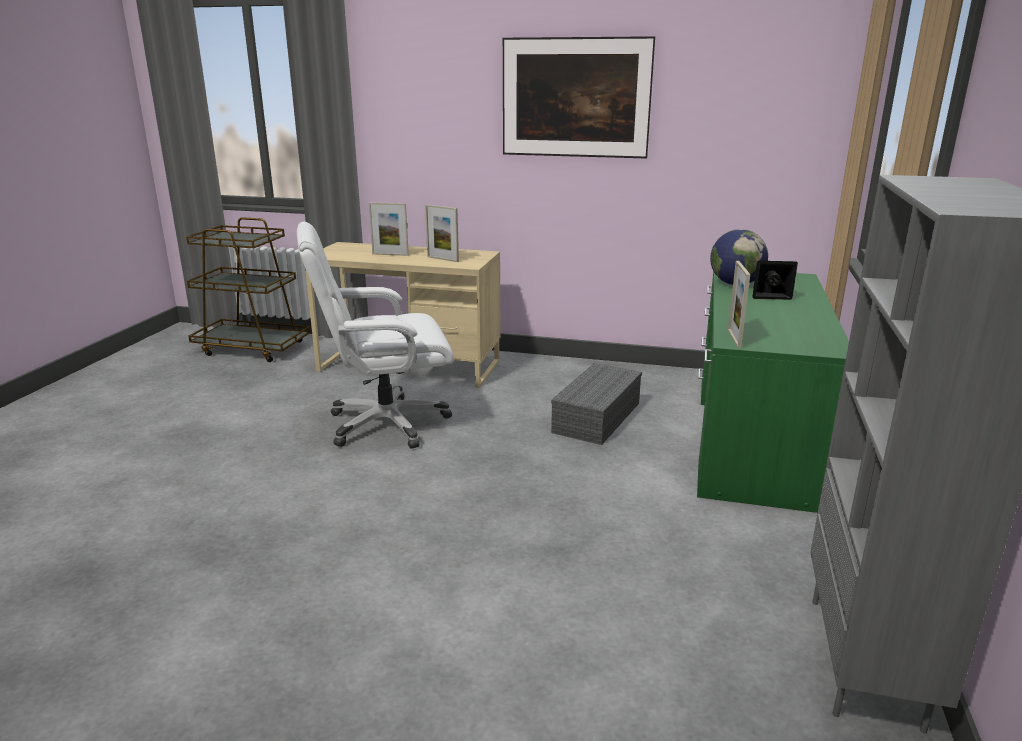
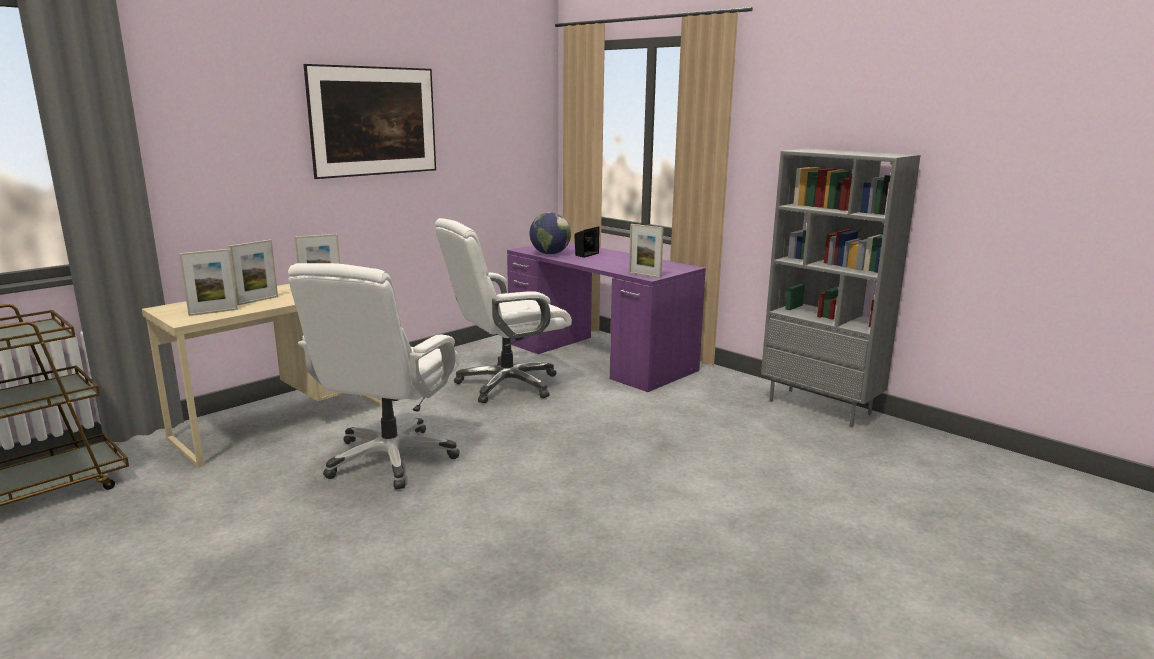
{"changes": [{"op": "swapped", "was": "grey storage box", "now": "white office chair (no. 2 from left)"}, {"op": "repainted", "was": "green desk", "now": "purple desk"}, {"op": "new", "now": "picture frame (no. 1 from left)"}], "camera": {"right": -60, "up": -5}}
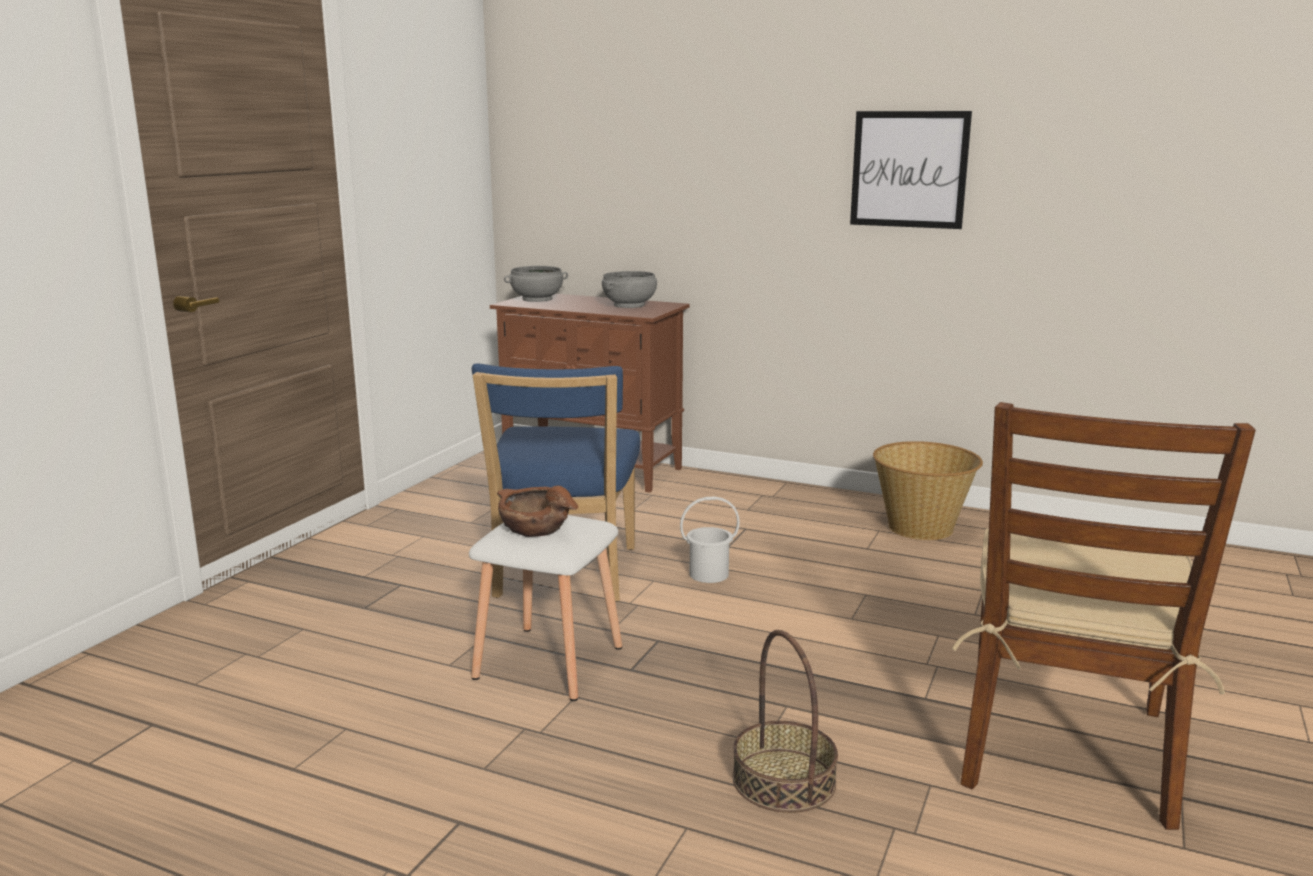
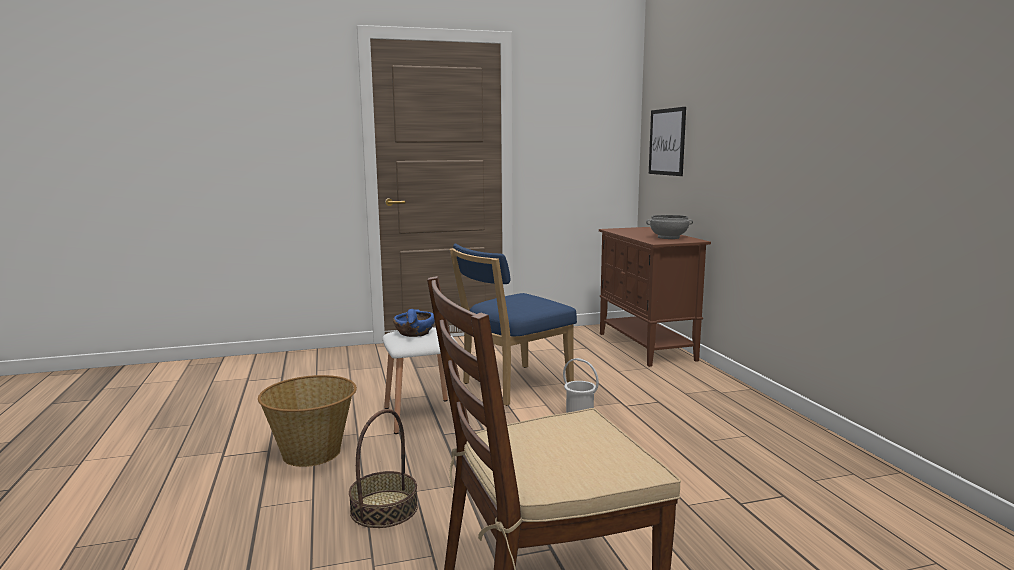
{"changes": [{"op": "repainted", "was": "brown bowl", "now": "blue bowl"}, {"op": "gone", "was": "grey bowl (no. 1 from left)"}, {"op": "shifted", "was": "picture"}, {"op": "shifted", "was": "basket (no. 2 from left in the first image)", "now": "basket (no. 1 from left)"}], "camera": {"right": 50, "up": -5}}
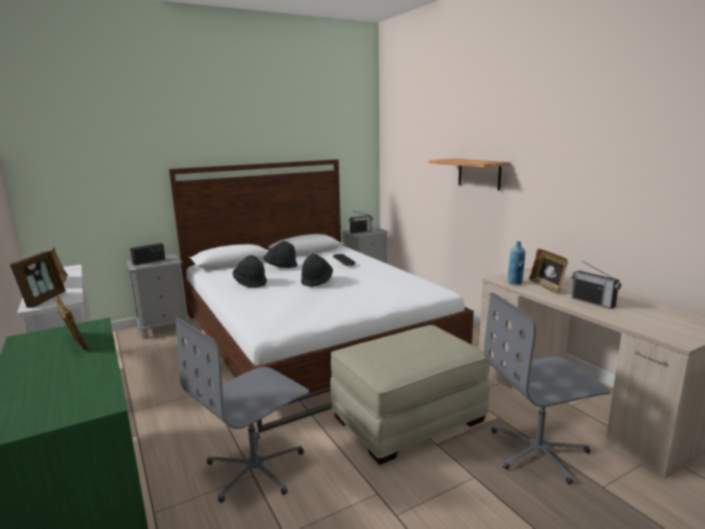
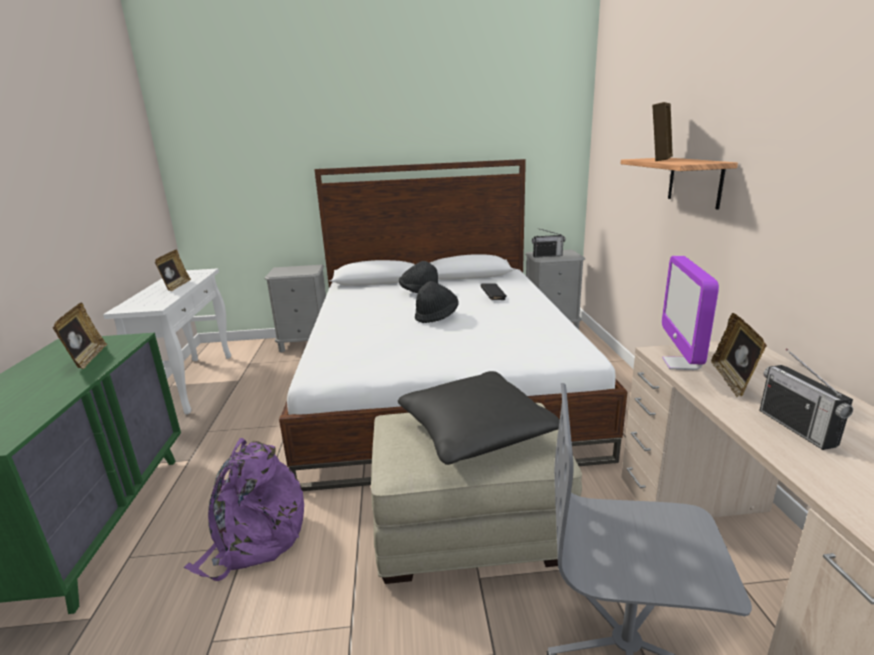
{"changes": [{"op": "shifted", "was": "picture frame (no. 1 from left in the first image)", "now": "picture frame (no. 3 from left)"}, {"op": "gone", "was": "radio (no. 1 from left)"}, {"op": "swapped", "was": "grey office chair (no. 1 from left)", "now": "purple backpack"}, {"op": "gone", "was": "black hat (no. 1 from left)"}, {"op": "swapped", "was": "blue bottle", "now": "monitor"}, {"op": "new", "now": "black pillow"}], "camera": {"right": 25, "up": 5}}
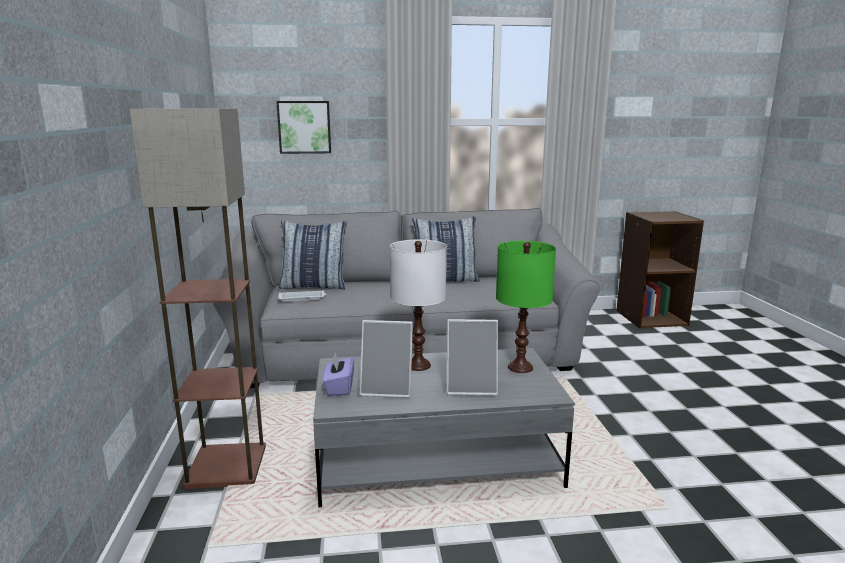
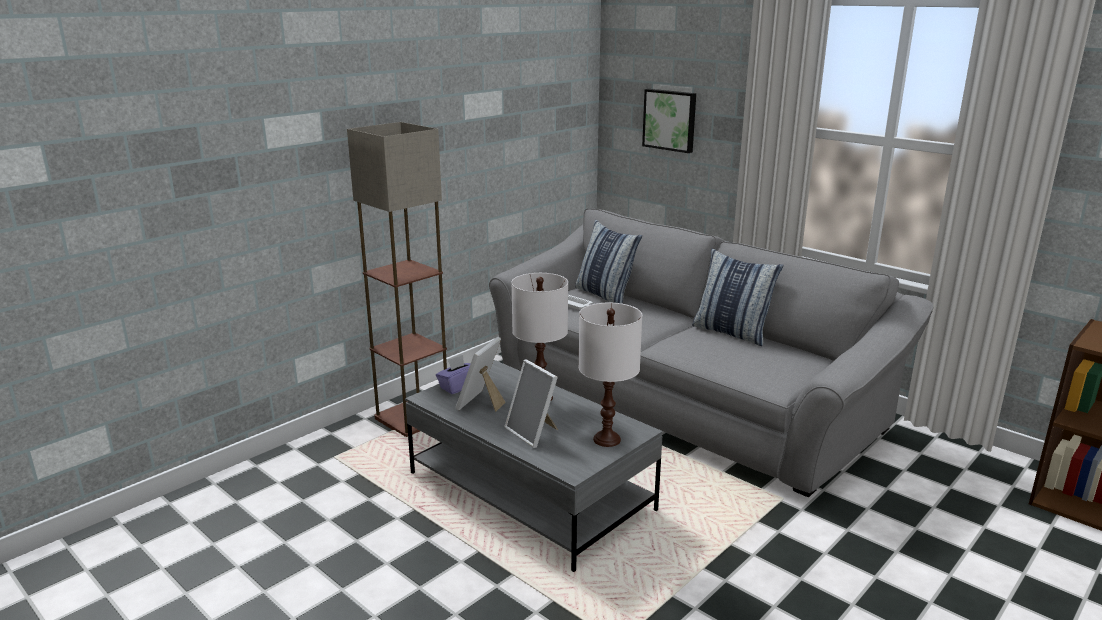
{"changes": [{"op": "rotated", "was": "picture frame (no. 1 from left)", "clockwise": 60}, {"op": "repainted", "was": "green table lamp", "now": "white table lamp (no. 2 from left)"}], "camera": {"right": 50, "up": 5}}
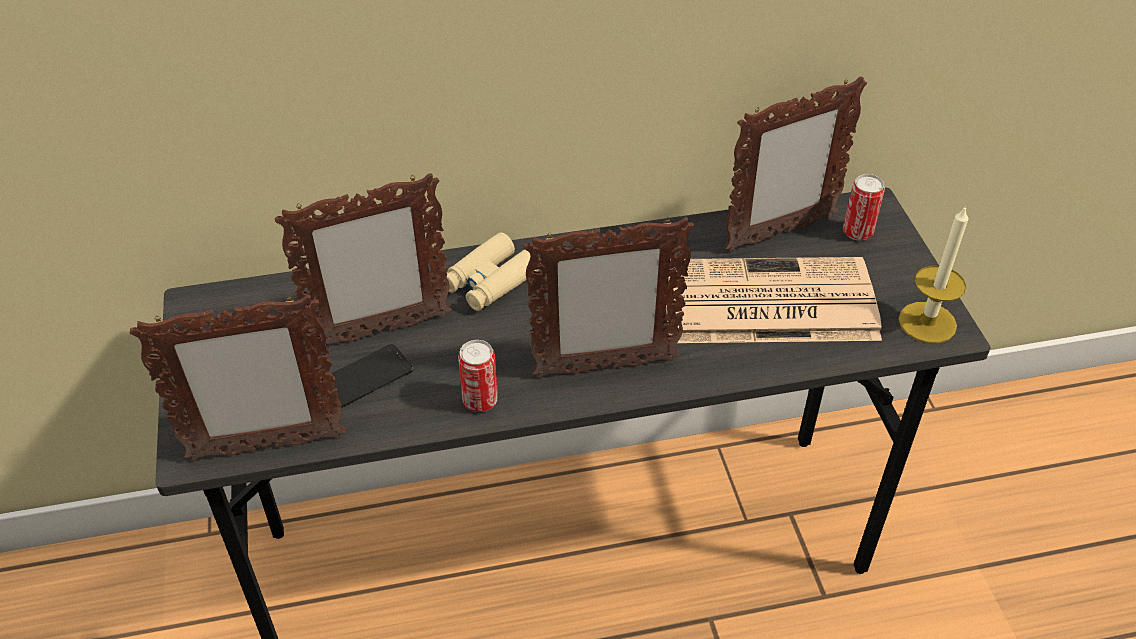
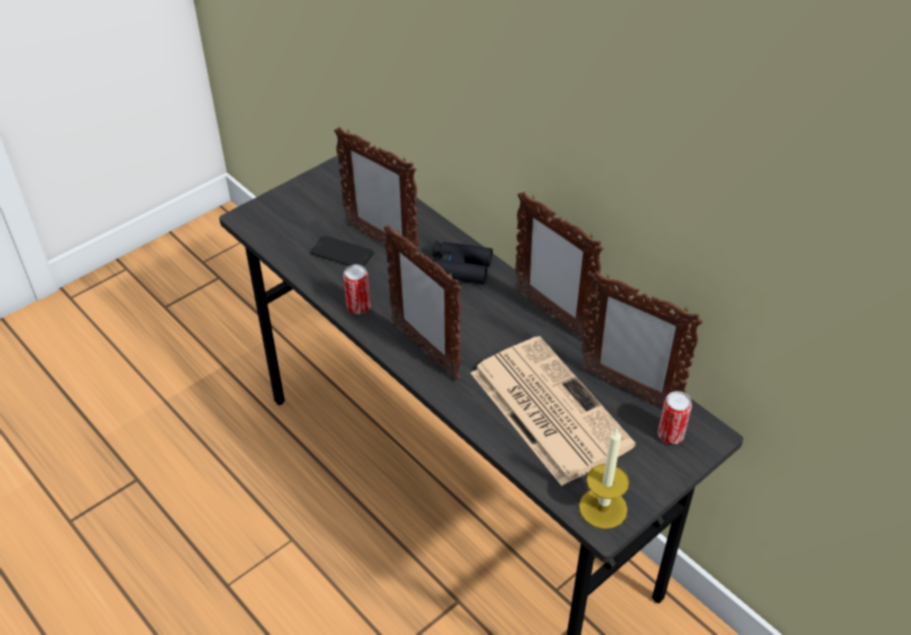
{"changes": [{"op": "shifted", "was": "picture frame (no. 1 from left in the first image)", "now": "picture frame (no. 3 from left)"}, {"op": "repainted", "was": "beige binoculars", "now": "black binoculars"}], "camera": {"right": 60, "up": 0}}
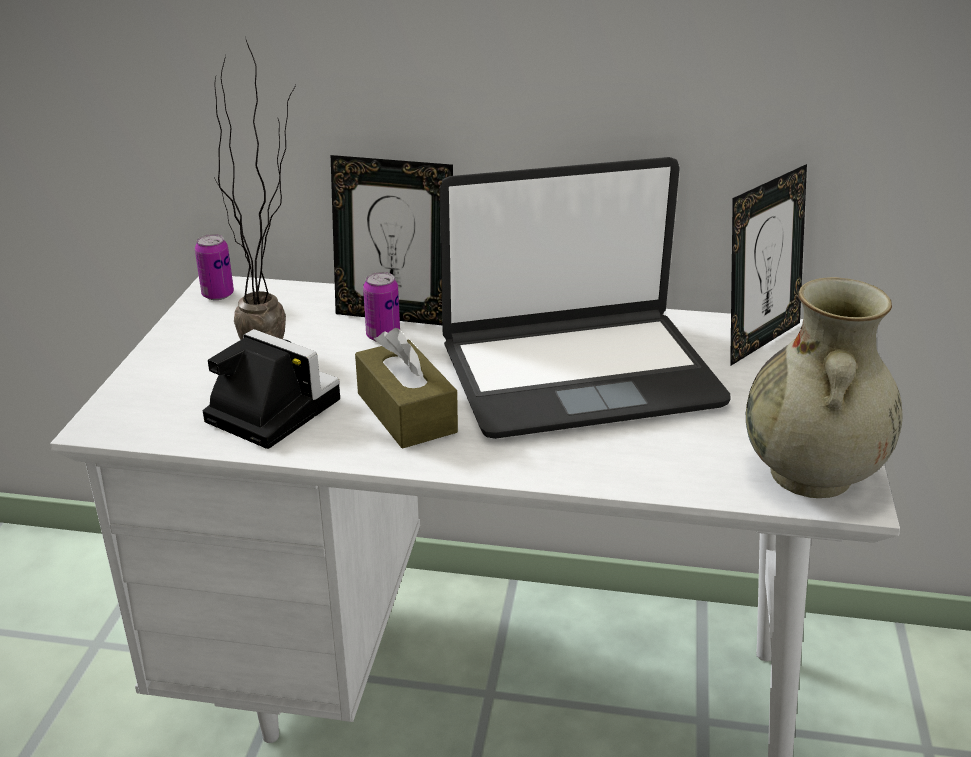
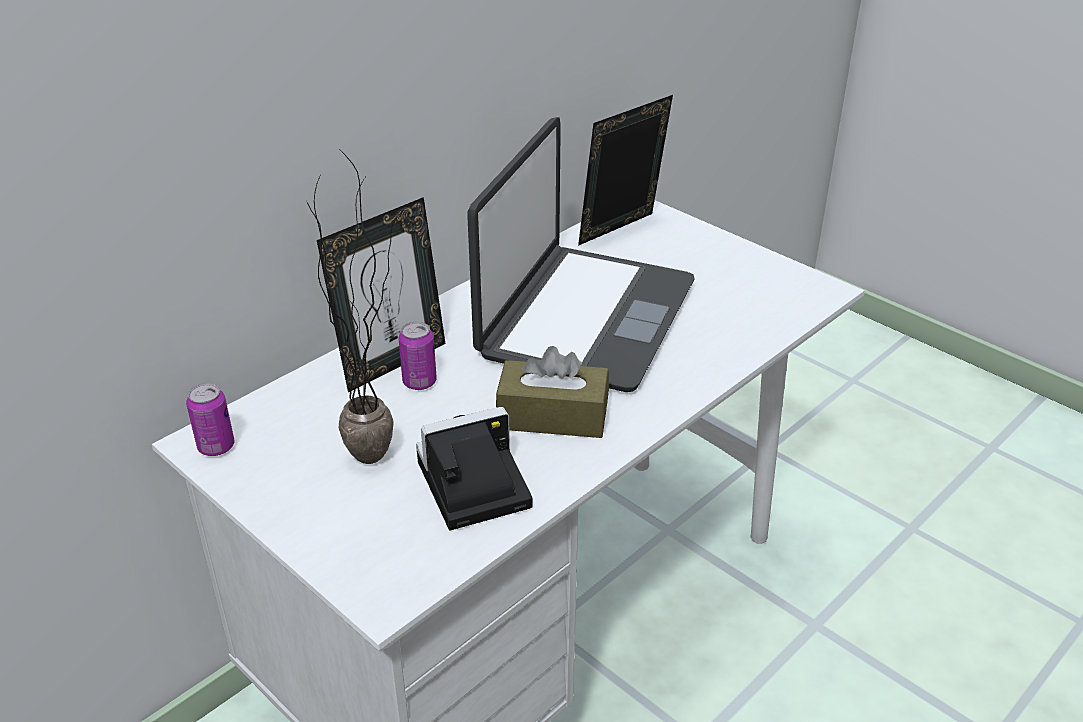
{"changes": [{"op": "rotated", "was": "picture frame (no. 2 from left)", "clockwise": -120}, {"op": "gone", "was": "beige vase"}], "camera": {"right": -55, "up": 5}}
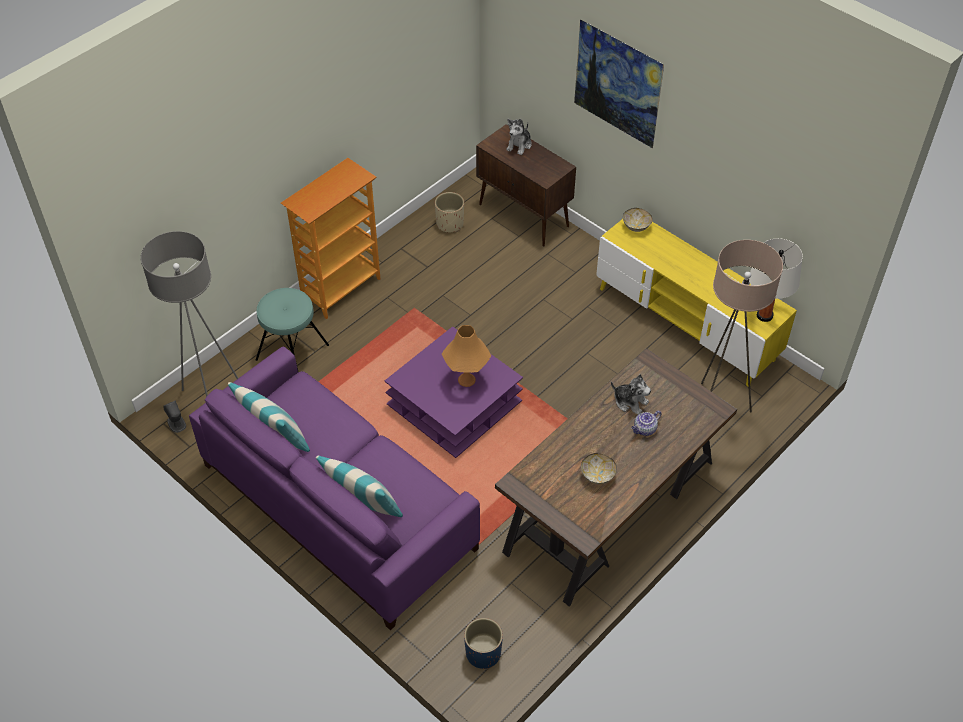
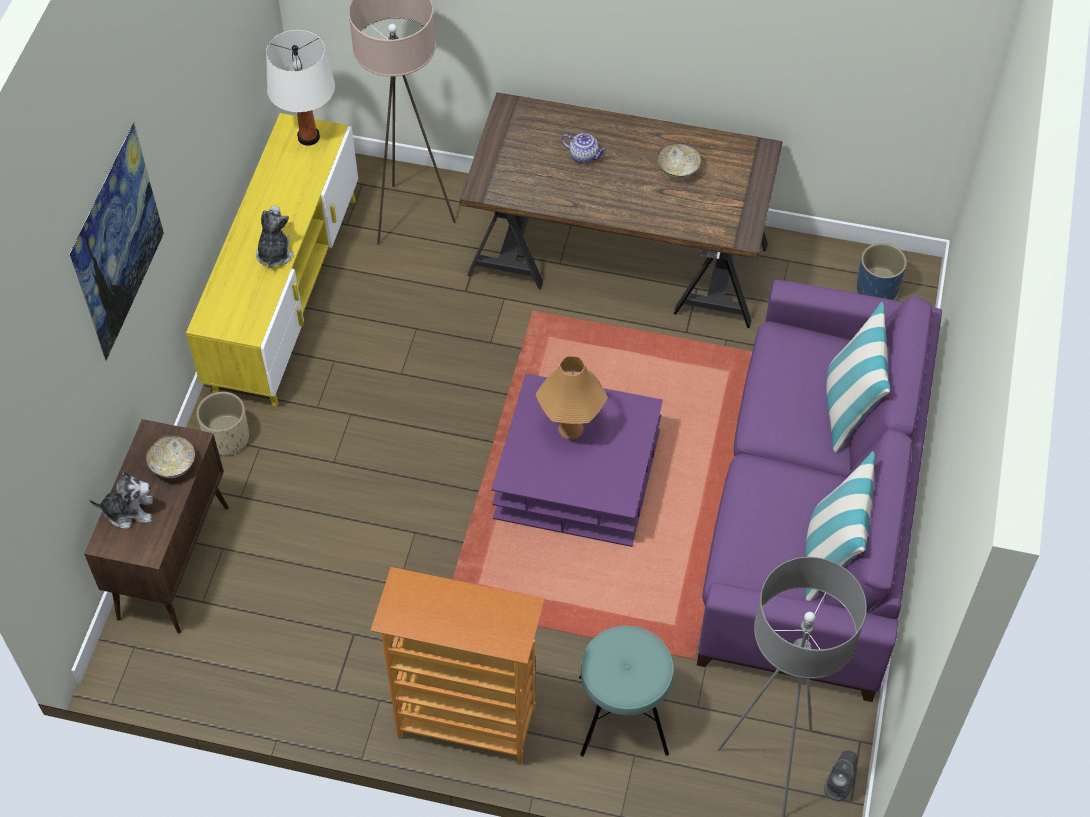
{"changes": [{"op": "shifted", "was": "beige planter"}, {"op": "shifted", "was": "plush toy (no. 2 from left)"}, {"op": "shifted", "was": "bowl (no. 2 from left in the first image)", "now": "bowl (no. 1 from left)"}], "camera": {"right": -120, "up": 5}}
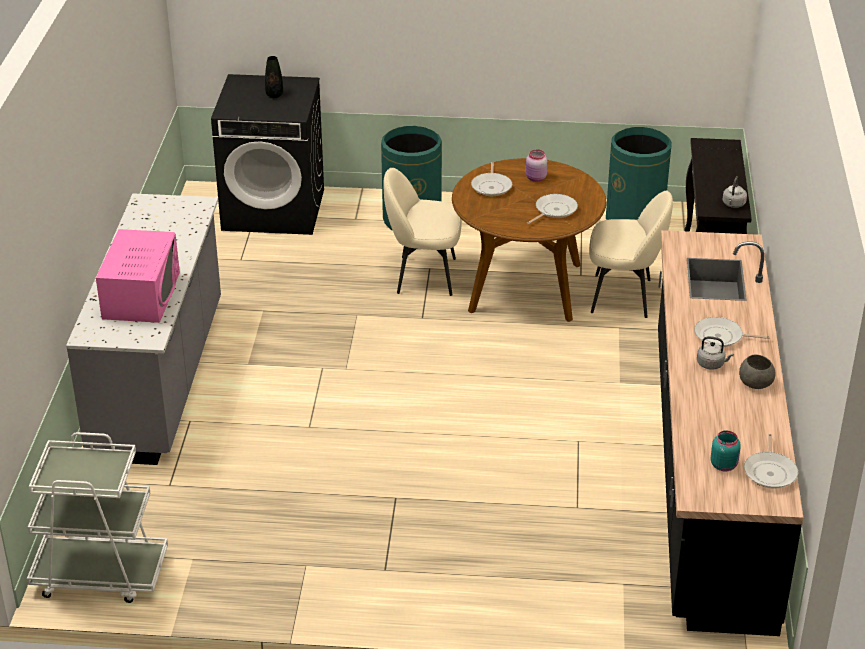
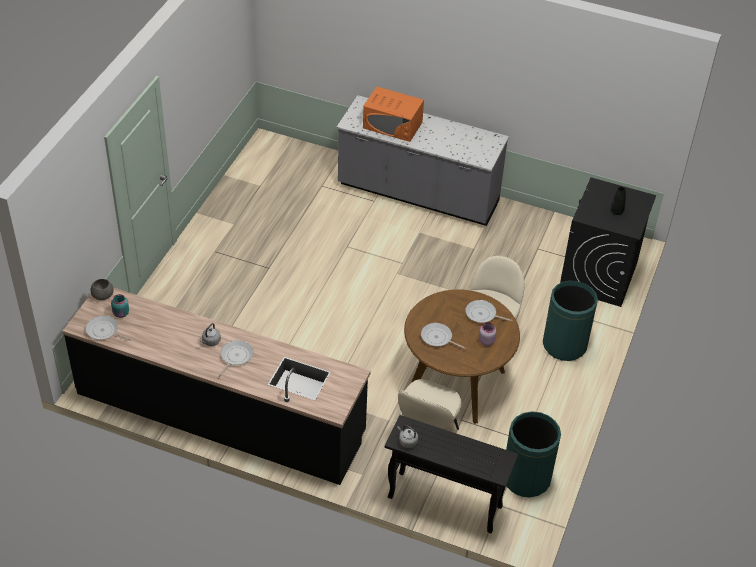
{"changes": [{"op": "gone", "was": "white cart"}, {"op": "repainted", "was": "pink microwave", "now": "orange microwave"}, {"op": "rotated", "was": "frying pan (no. 2 from left in the first image)", "clockwise": 150}, {"op": "shifted", "was": "grey bowl"}], "camera": {"right": 105, "up": 10}}
